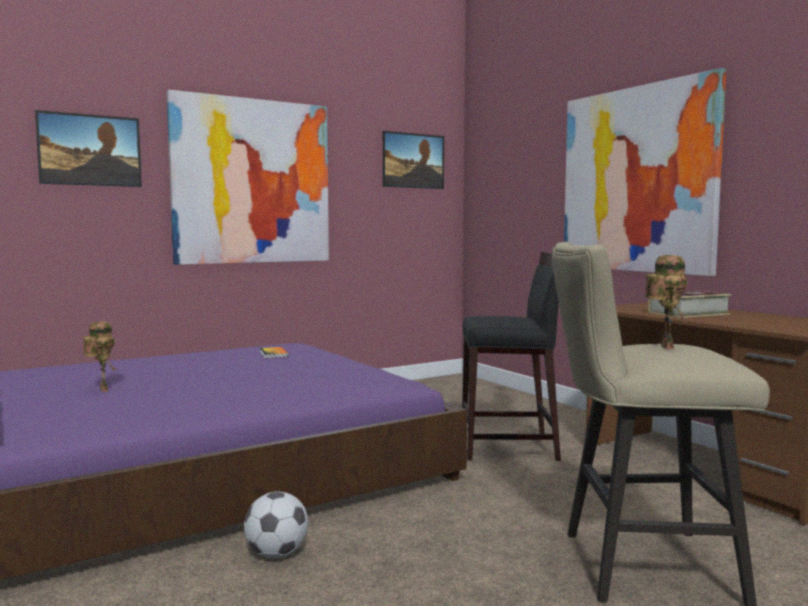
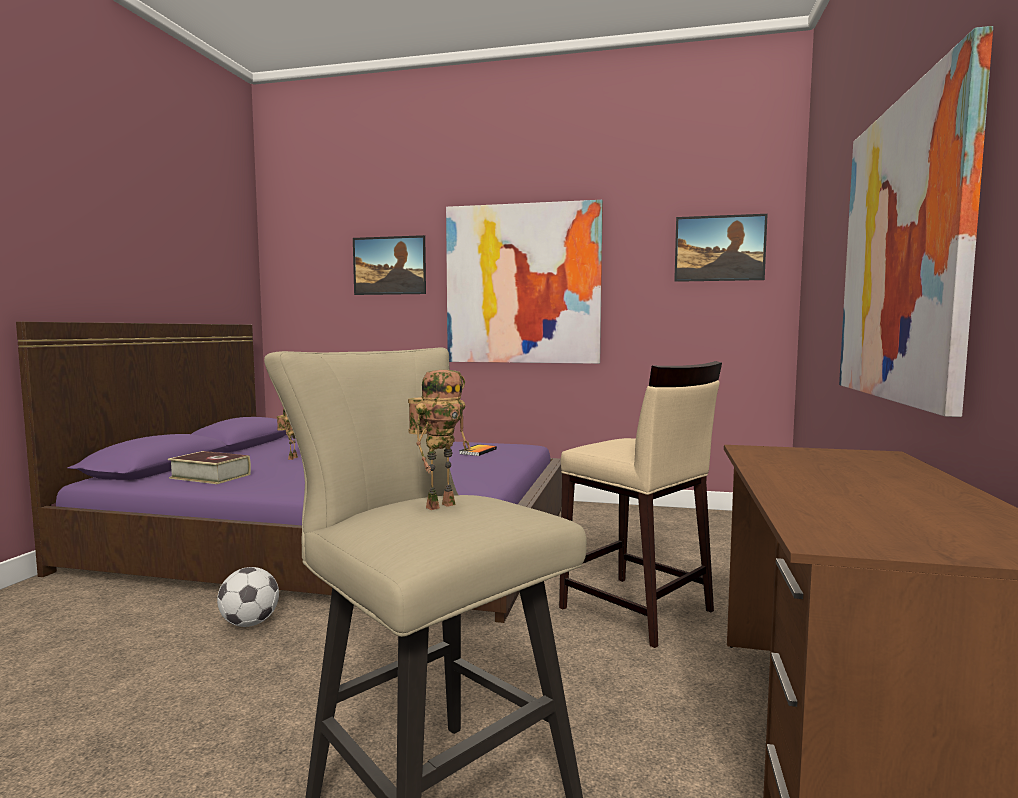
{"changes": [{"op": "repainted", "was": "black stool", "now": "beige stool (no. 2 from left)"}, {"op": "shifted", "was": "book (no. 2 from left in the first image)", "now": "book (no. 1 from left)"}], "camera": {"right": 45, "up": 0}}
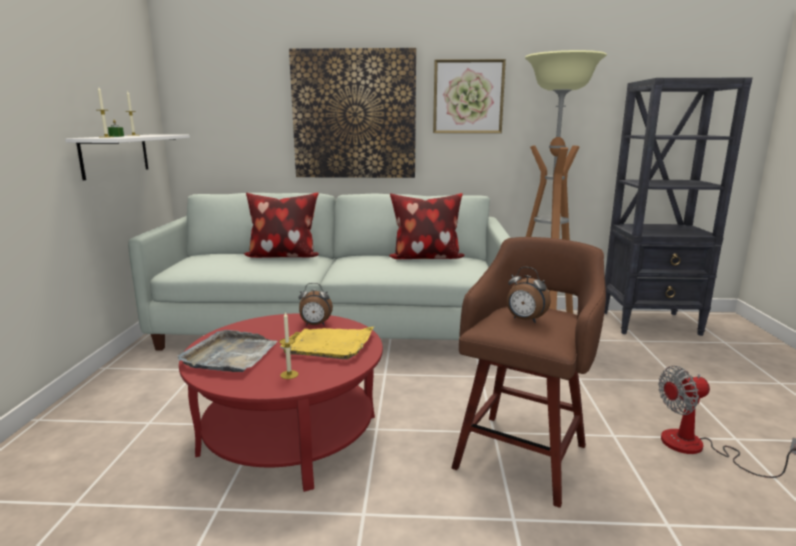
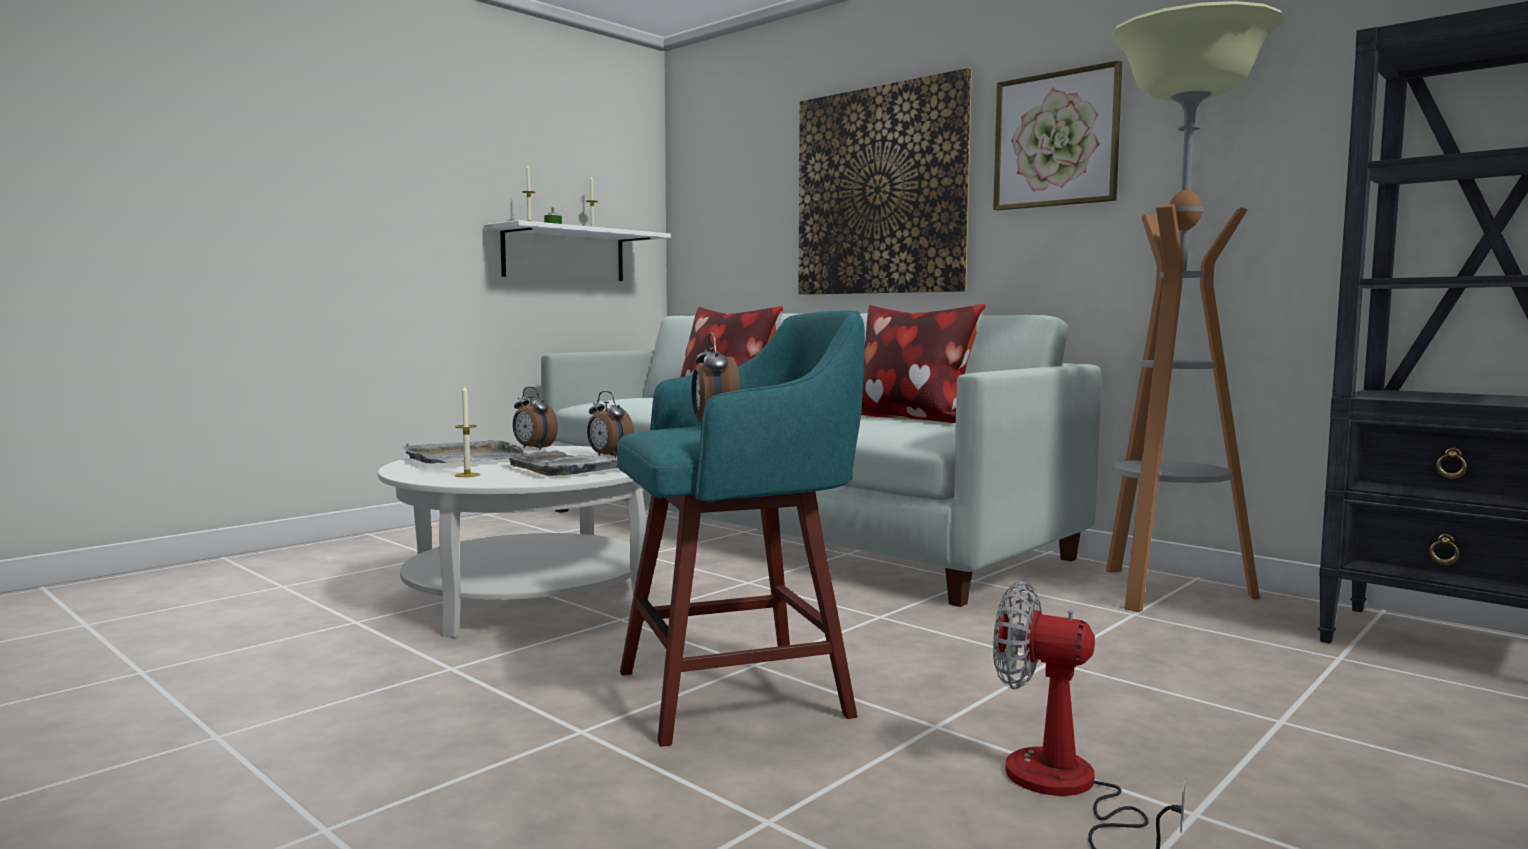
{"changes": [{"op": "repainted", "was": "red coffee table", "now": "white coffee table"}, {"op": "repainted", "was": "yellow tray", "now": "grey tray (no. 2 from left)"}, {"op": "repainted", "was": "brown stool", "now": "turquoise stool"}, {"op": "new", "now": "alarm clock (no. 1 from left)"}], "camera": {"right": 40, "up": -10}}
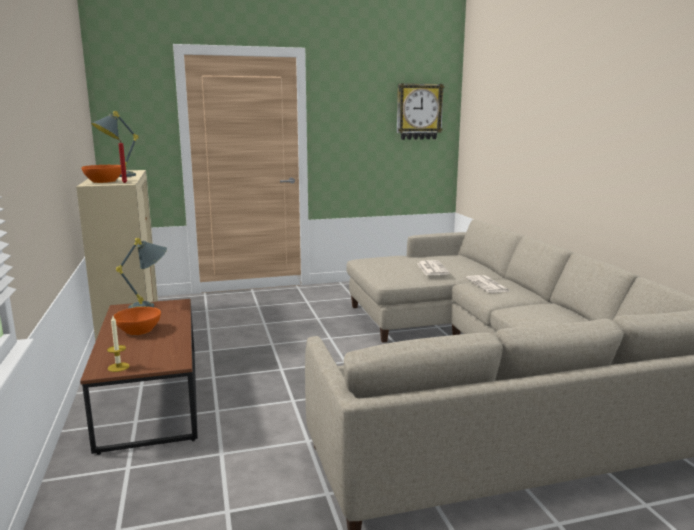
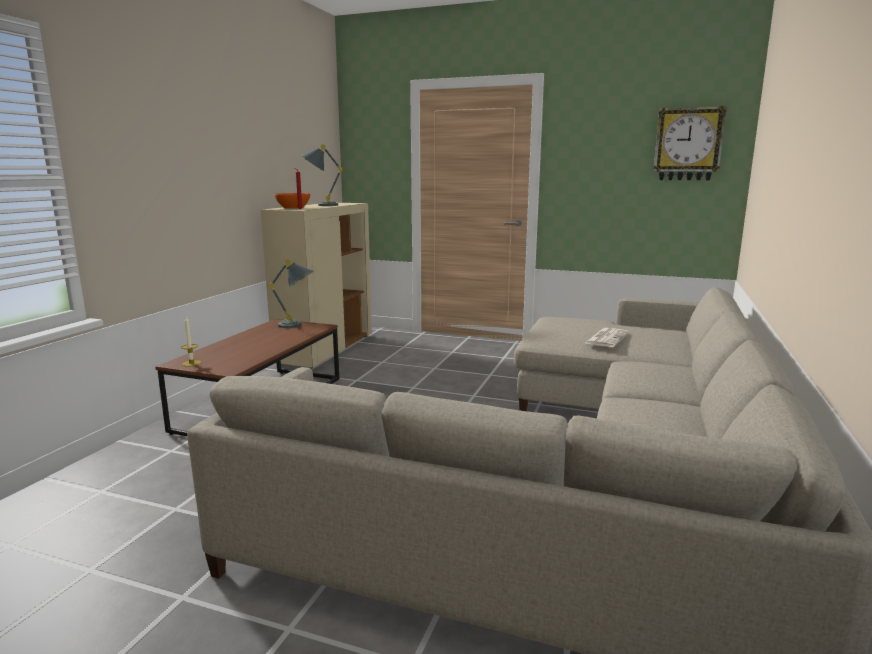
{"changes": [{"op": "gone", "was": "orange bowl (no. 2 from left)"}, {"op": "gone", "was": "newspaper (no. 2 from left)"}], "camera": {"right": 35, "up": 0}}
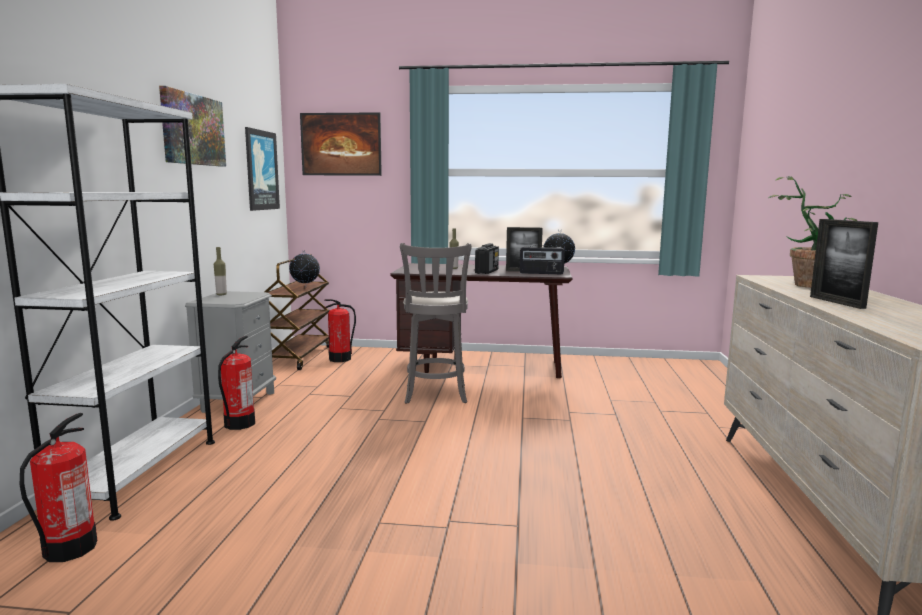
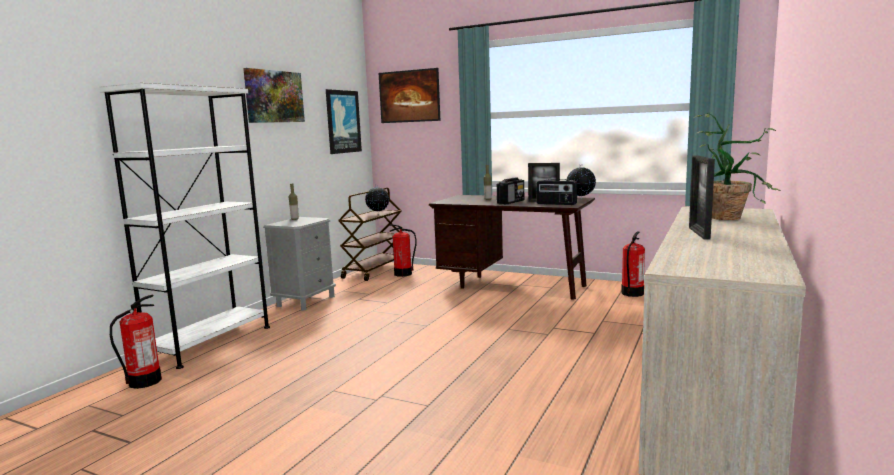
{"changes": [{"op": "shifted", "was": "fire extinguisher (no. 2 from left in the first image)", "now": "fire extinguisher (no. 3 from left)"}, {"op": "gone", "was": "grey stool"}], "camera": {"right": 20, "up": 0}}
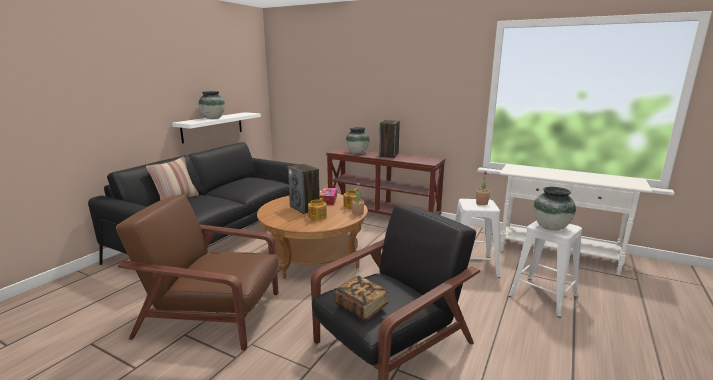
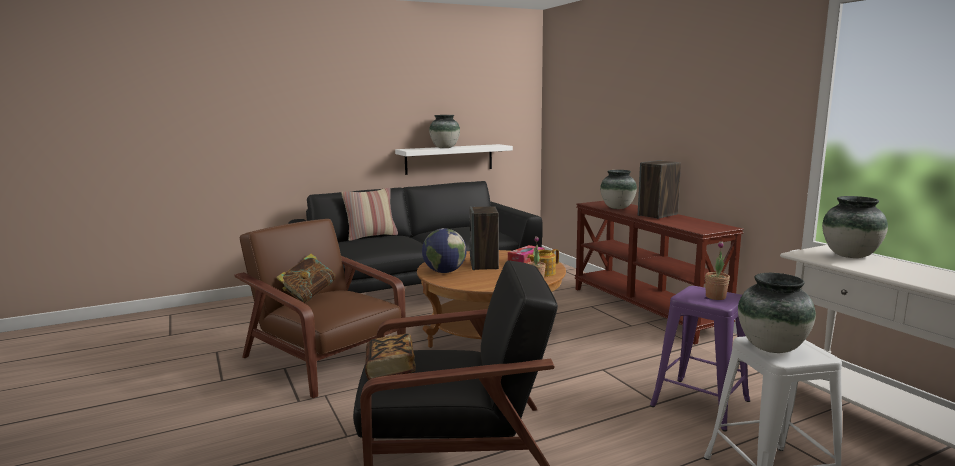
{"changes": [{"op": "gone", "was": "teapot (no. 1 from left)"}, {"op": "repainted", "was": "white stool (no. 1 from left)", "now": "purple stool"}, {"op": "new", "now": "book (no. 1 from left)"}, {"op": "new", "now": "globe"}, {"op": "new", "now": "vase (no. 4 from left)"}], "camera": {"right": 35, "up": -5}}
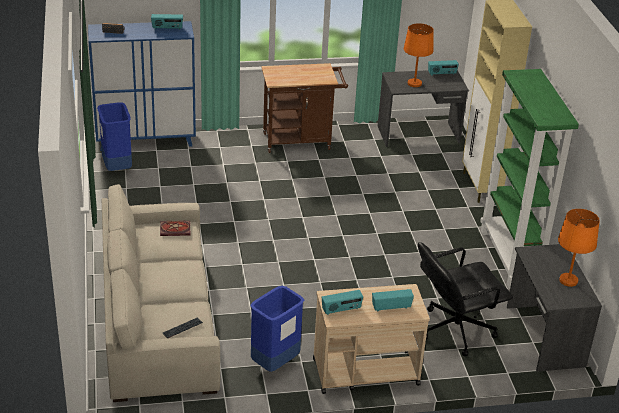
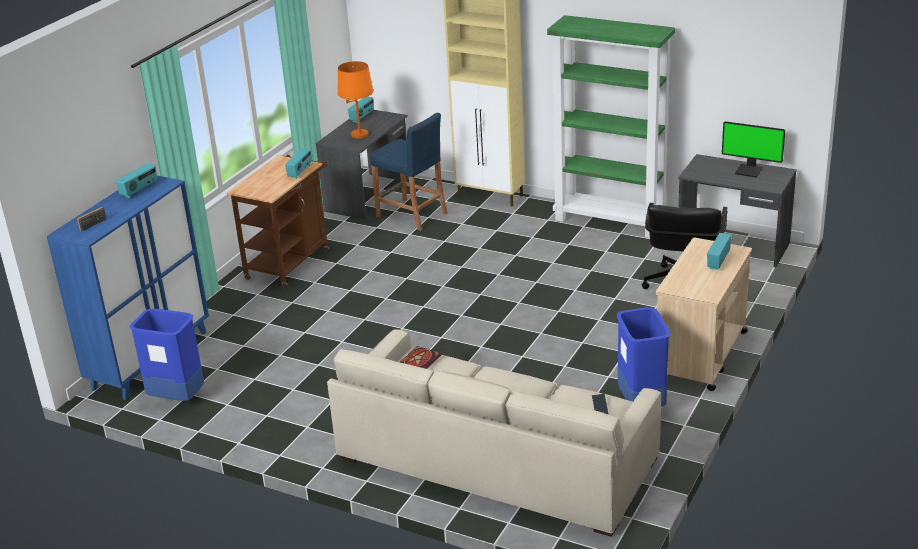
{"changes": [{"op": "shifted", "was": "radio (no. 3 from left)"}, {"op": "swapped", "was": "orange table lamp (no. 2 from left)", "now": "monitor"}, {"op": "new", "now": "blue stool"}], "camera": {"right": -50, "up": -5}}
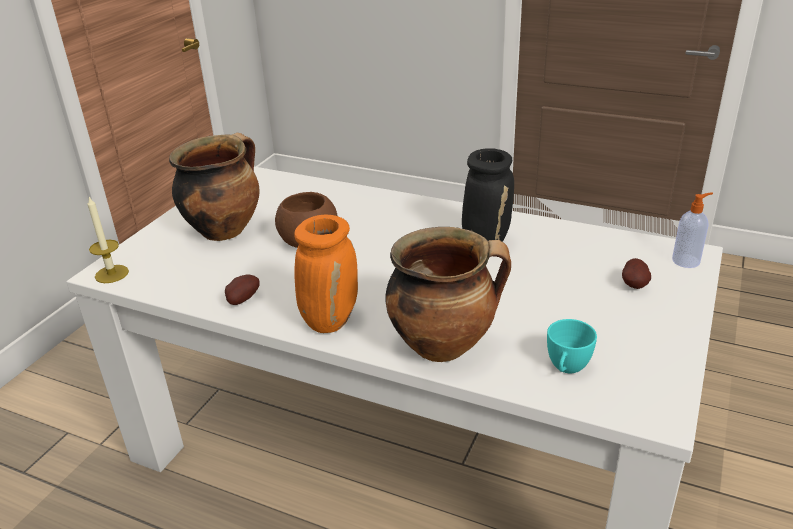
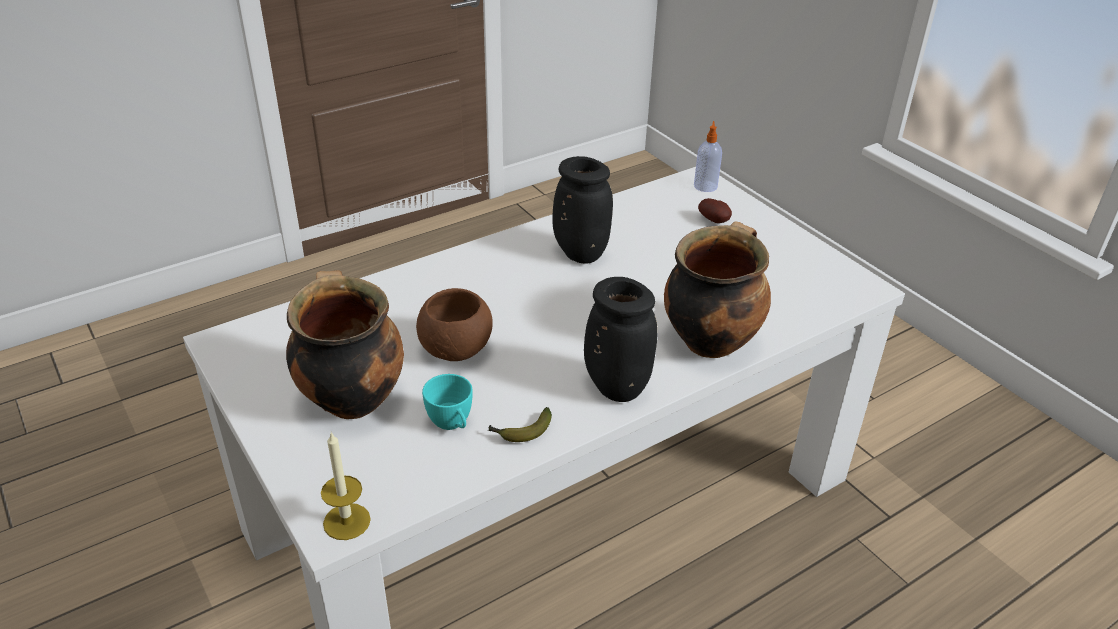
{"changes": [{"op": "swapped", "was": "potato (no. 1 from left)", "now": "banana"}, {"op": "repainted", "was": "orange vase", "now": "black vase (no. 2 from left)"}, {"op": "shifted", "was": "turquoise cup"}], "camera": {"right": -60, "up": 5}}
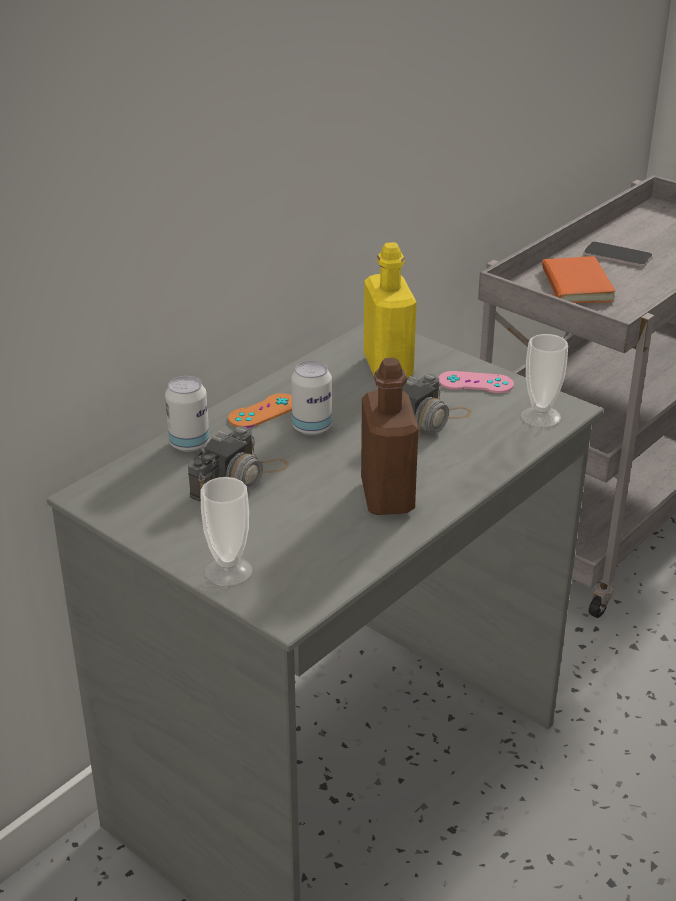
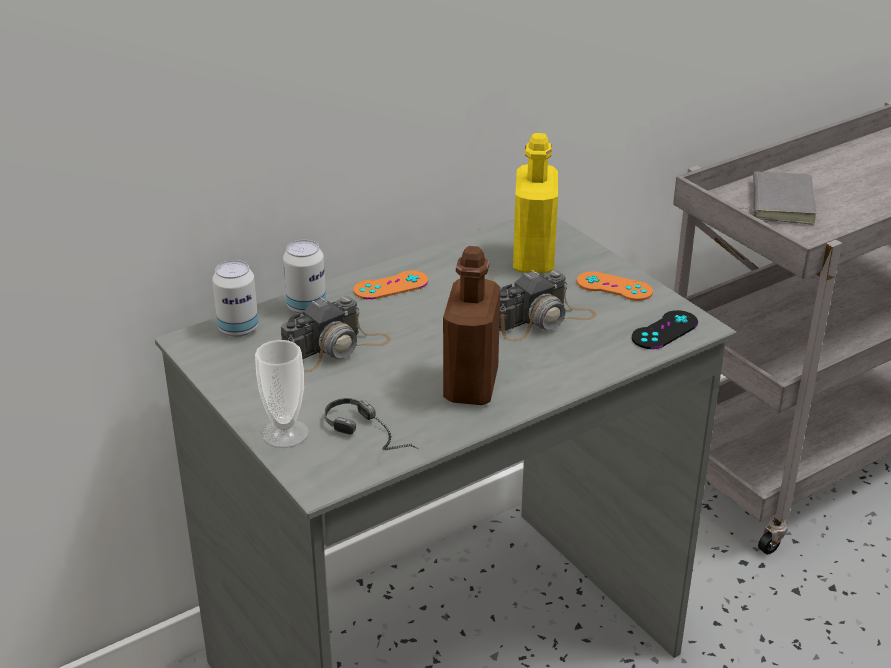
{"changes": [{"op": "shifted", "was": "can (no. 2 from left in the first image)", "now": "can (no. 1 from left)"}, {"op": "repainted", "was": "pink game controller", "now": "orange game controller (no. 2 from left)"}, {"op": "swapped", "was": "cup (no. 2 from left)", "now": "black game controller"}, {"op": "repainted", "was": "orange book", "now": "grey book"}, {"op": "gone", "was": "phone"}, {"op": "new", "now": "headphones"}], "camera": {"right": 15, "up": 0}}
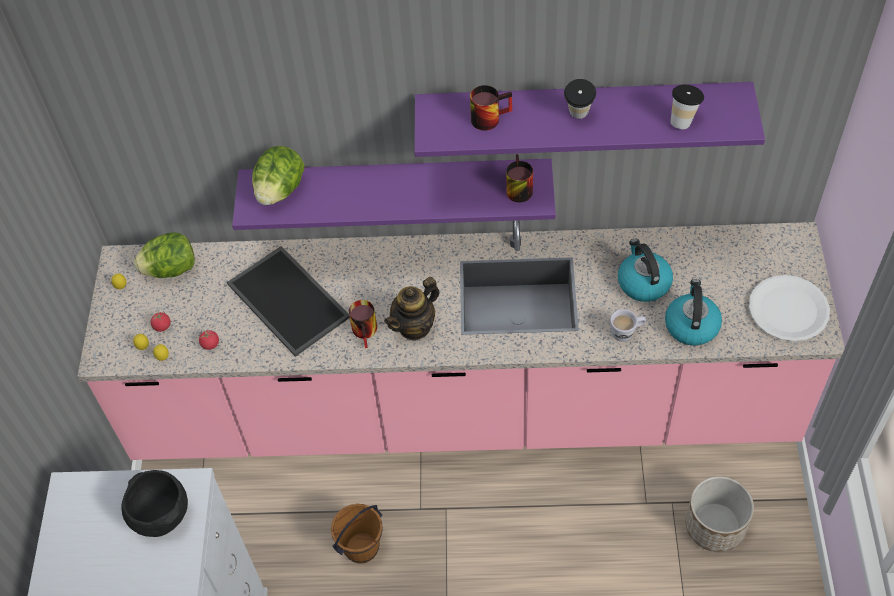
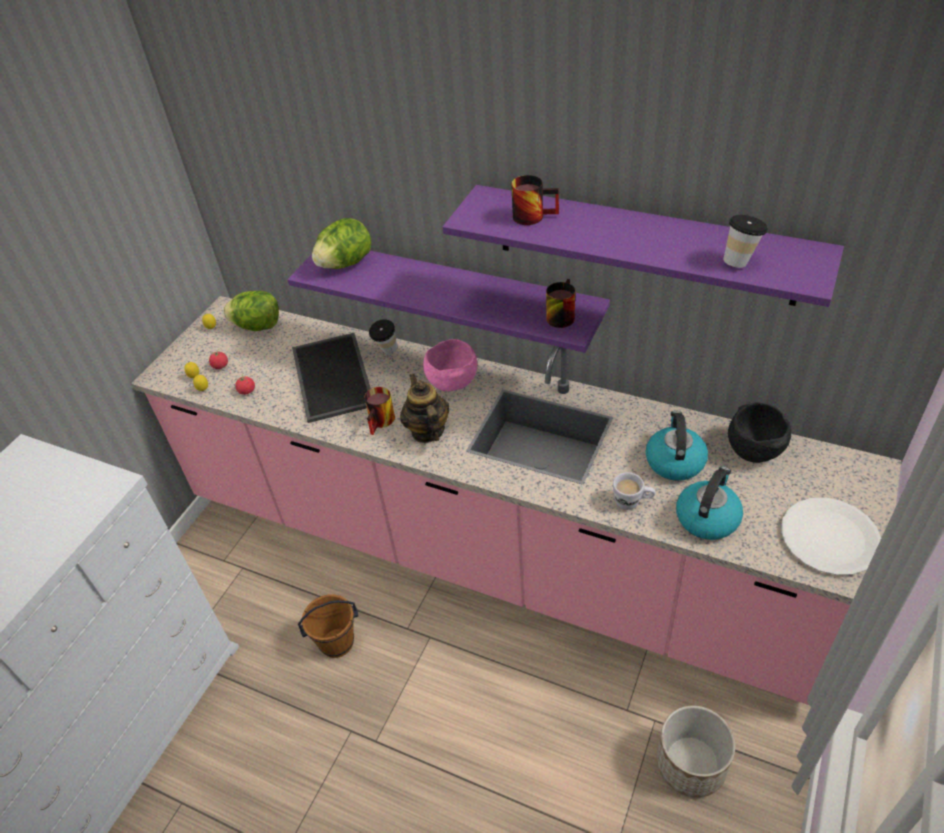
{"changes": [{"op": "shifted", "was": "black bowl"}, {"op": "rotated", "was": "teapot", "clockwise": 90}, {"op": "shifted", "was": "cup (no. 1 from left)"}, {"op": "new", "now": "pink bowl"}], "camera": {"right": 25, "up": -10}}
